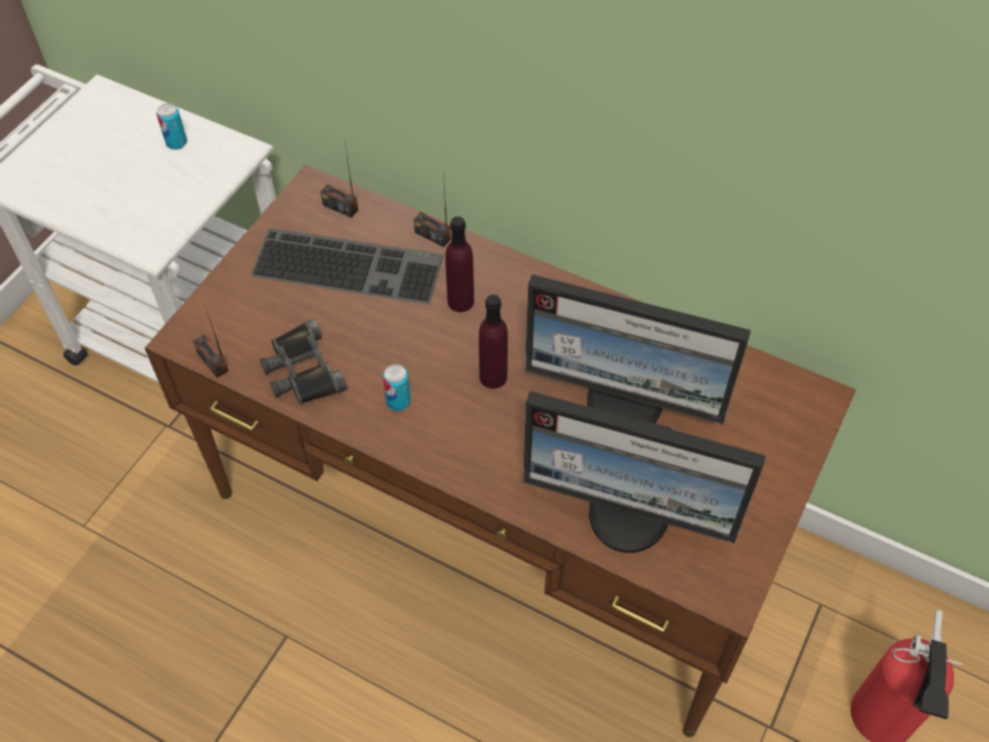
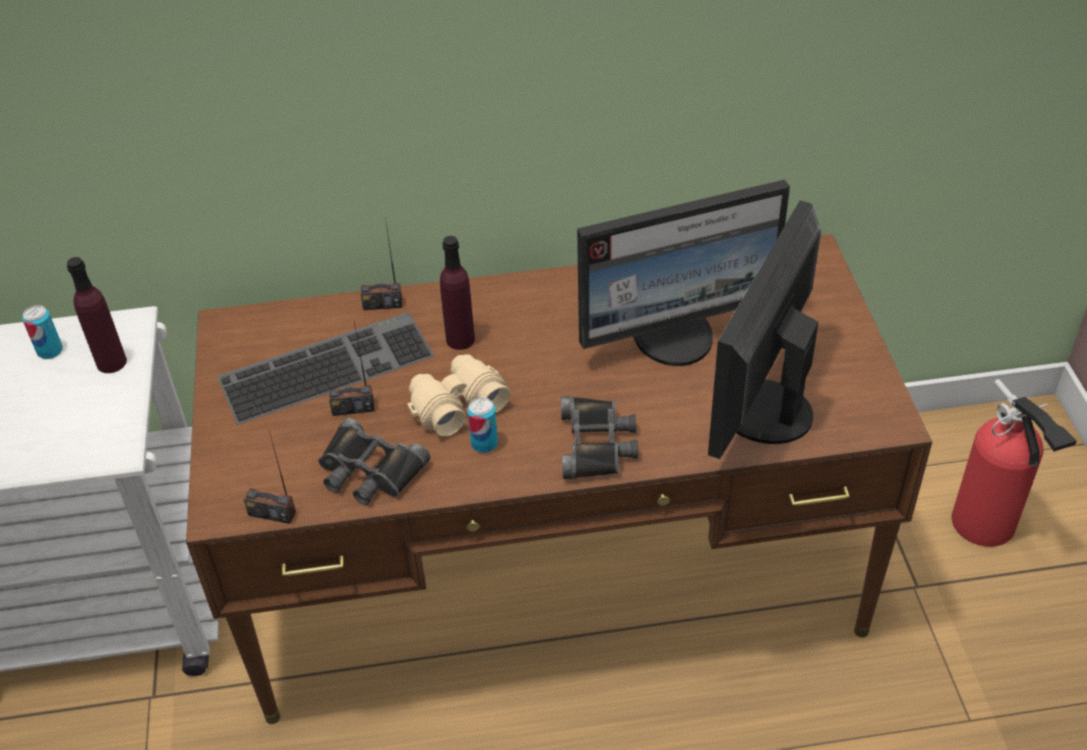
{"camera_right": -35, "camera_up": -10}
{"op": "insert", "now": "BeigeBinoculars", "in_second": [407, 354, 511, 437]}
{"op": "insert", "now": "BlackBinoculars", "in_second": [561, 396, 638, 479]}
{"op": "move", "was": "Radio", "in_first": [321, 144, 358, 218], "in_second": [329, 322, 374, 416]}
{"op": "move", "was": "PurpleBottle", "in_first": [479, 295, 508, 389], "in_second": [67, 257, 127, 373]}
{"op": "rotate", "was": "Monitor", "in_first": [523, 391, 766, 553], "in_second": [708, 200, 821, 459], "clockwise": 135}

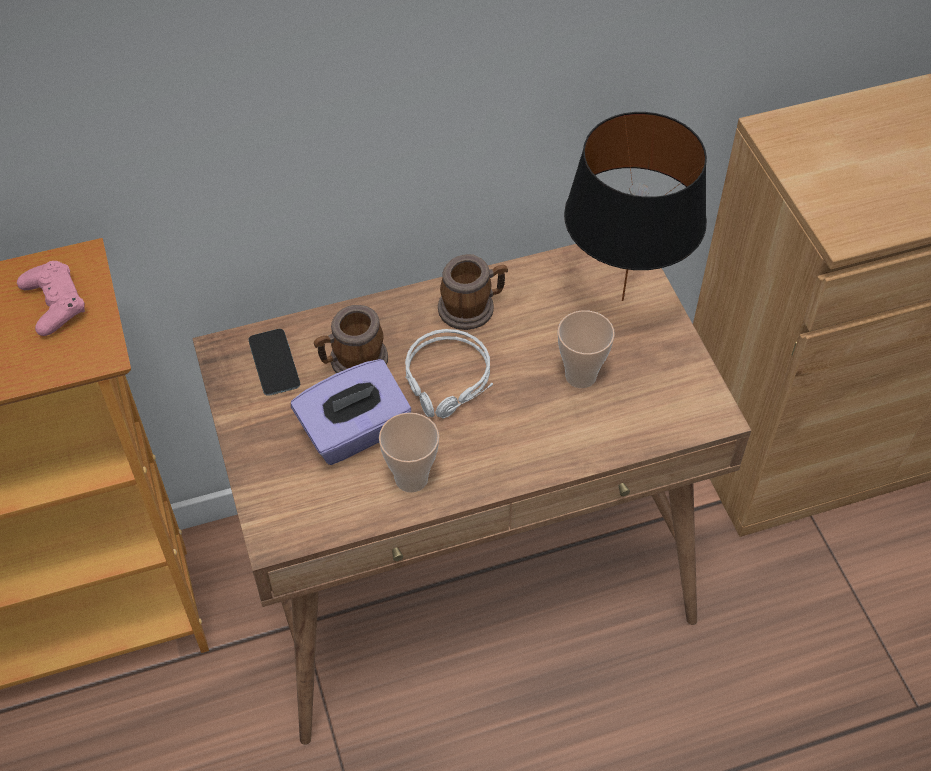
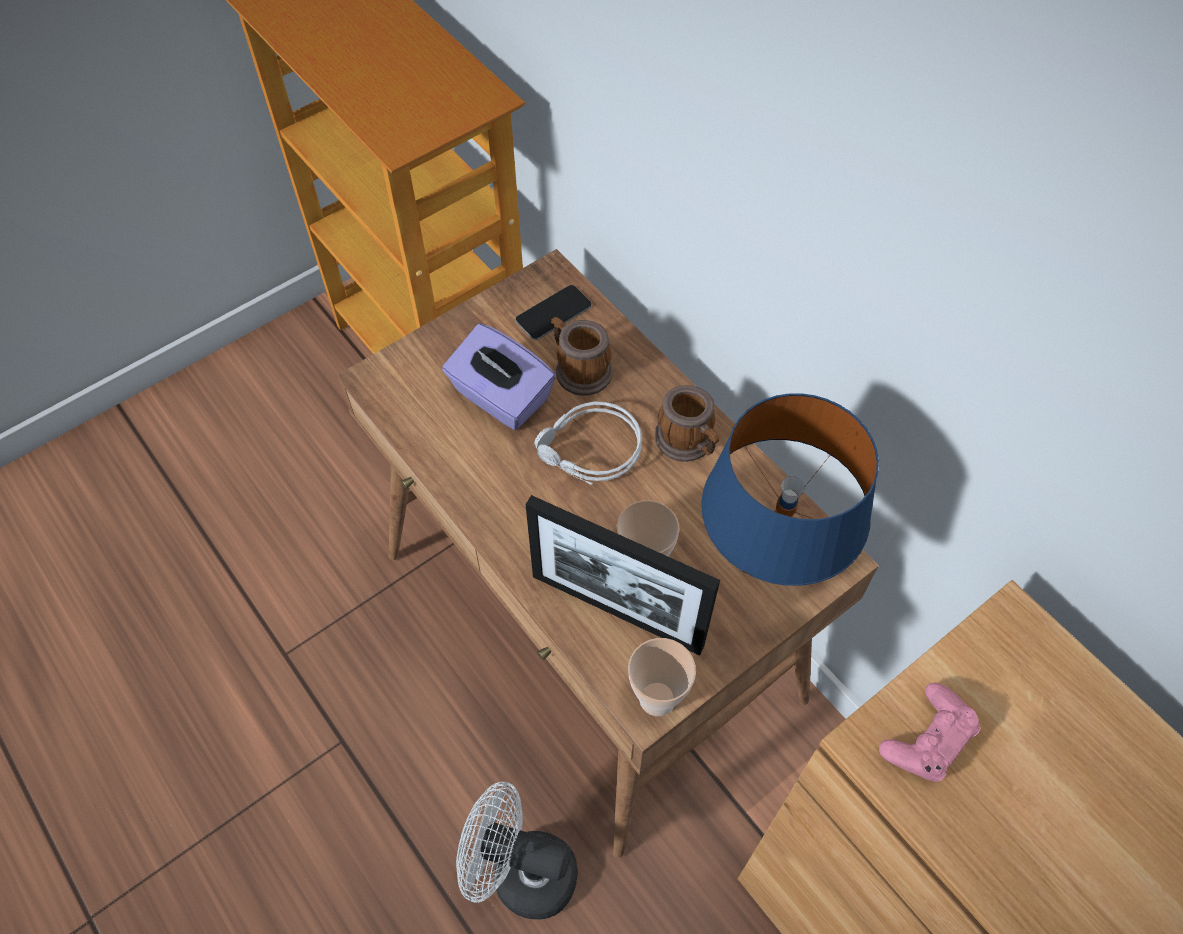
{"camera_right": 70, "camera_up": 5}
{"op": "insert", "now": "WhiteFan", "in_second": [456, 782, 578, 920]}
{"op": "insert", "now": "PictureFrame", "in_second": [526, 495, 720, 656]}
{"op": "move", "was": "PinkGameController", "in_first": [17, 261, 85, 336], "in_second": [879, 683, 980, 782]}
{"op": "move", "was": "Cup", "in_first": [379, 413, 439, 493], "in_second": [628, 638, 696, 716]}
{"op": "recolor", "was": "BlackTableLamp", "now": "BlueTableLamp", "in_first": [564, 112, 707, 301], "in_second": [701, 393, 879, 586]}

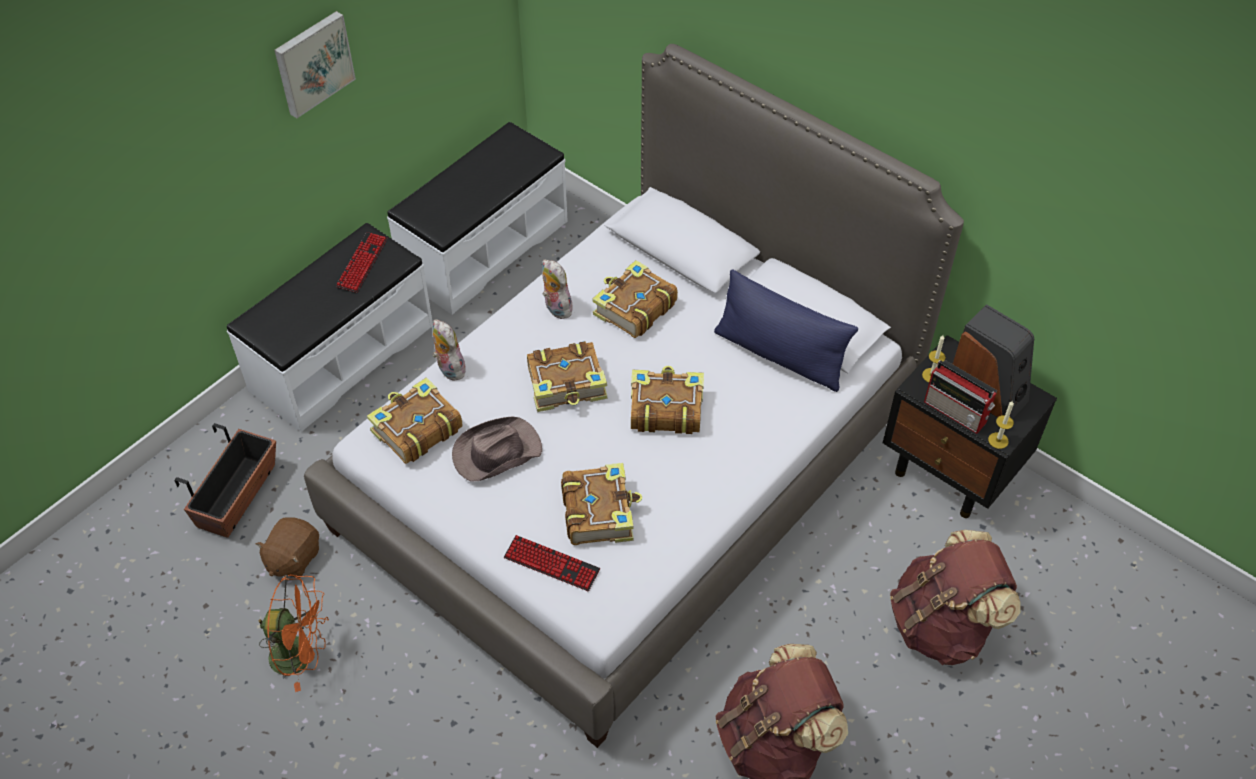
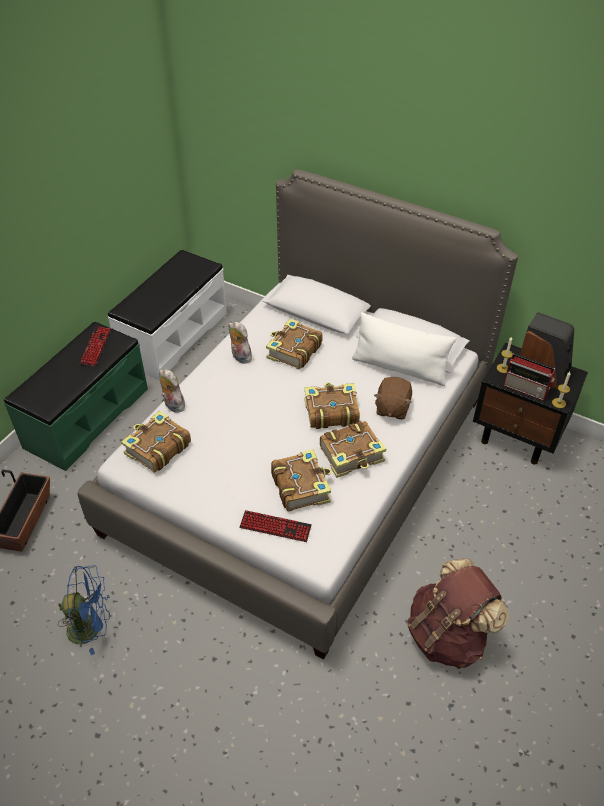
{"camera_right": -10, "camera_up": -5}
{"op": "delete", "was": "Picture", "in_first": [274, 11, 356, 118]}
{"op": "delete", "was": "BrownHat", "in_first": [452, 416, 542, 482]}
{"op": "delete", "was": "BrownBackpack", "in_first": [890, 530, 1021, 665]}
{"op": "move", "was": "BrownPlushToy", "in_first": [256, 517, 319, 578], "in_second": [374, 377, 412, 420]}
{"op": "move", "was": "Book", "in_first": [527, 341, 607, 412], "in_second": [320, 421, 386, 478]}
{"op": "recolor", "was": "WhiteBench", "now": "GreenBench", "in_first": [227, 223, 433, 432], "in_second": [4, 322, 148, 471]}
{"op": "recolor", "was": "OrangeFan", "now": "BlueFan", "in_first": [259, 574, 329, 692], "in_second": [58, 565, 110, 655]}
{"op": "recolor", "was": "BluePillow", "now": "WhitePillow", "in_first": [714, 270, 858, 392], "in_second": [352, 312, 456, 386]}

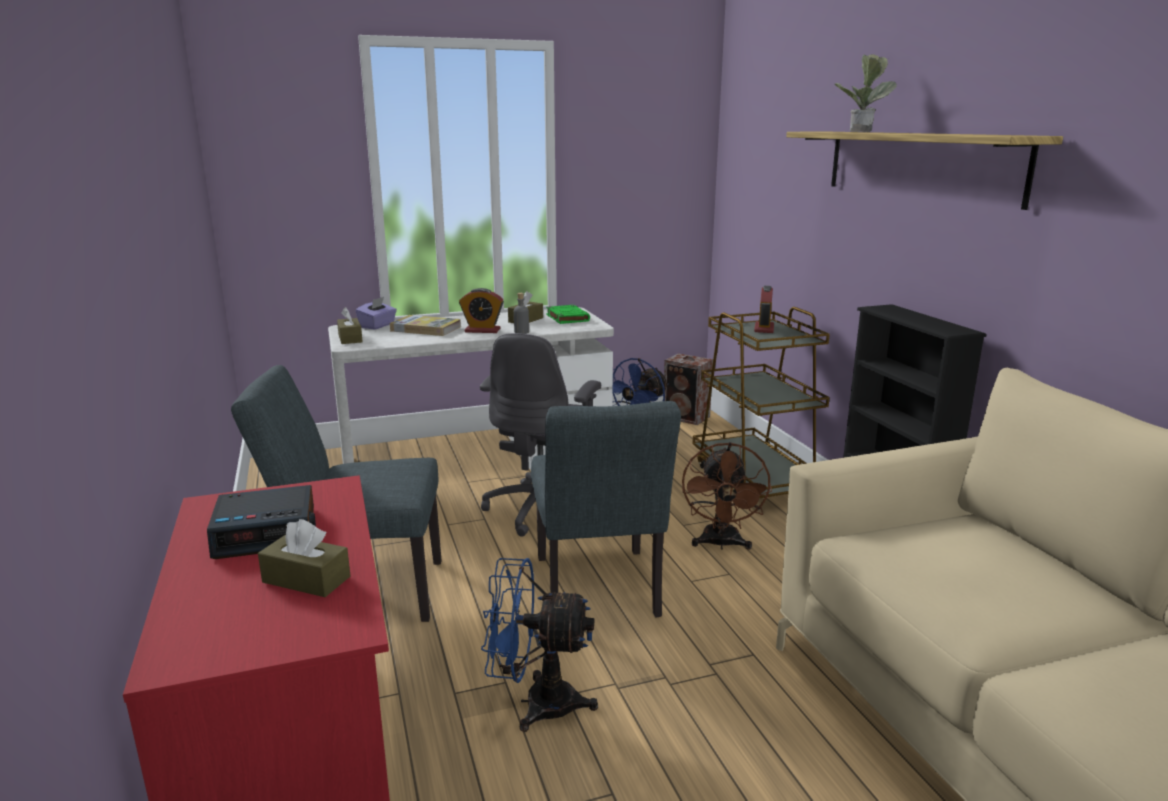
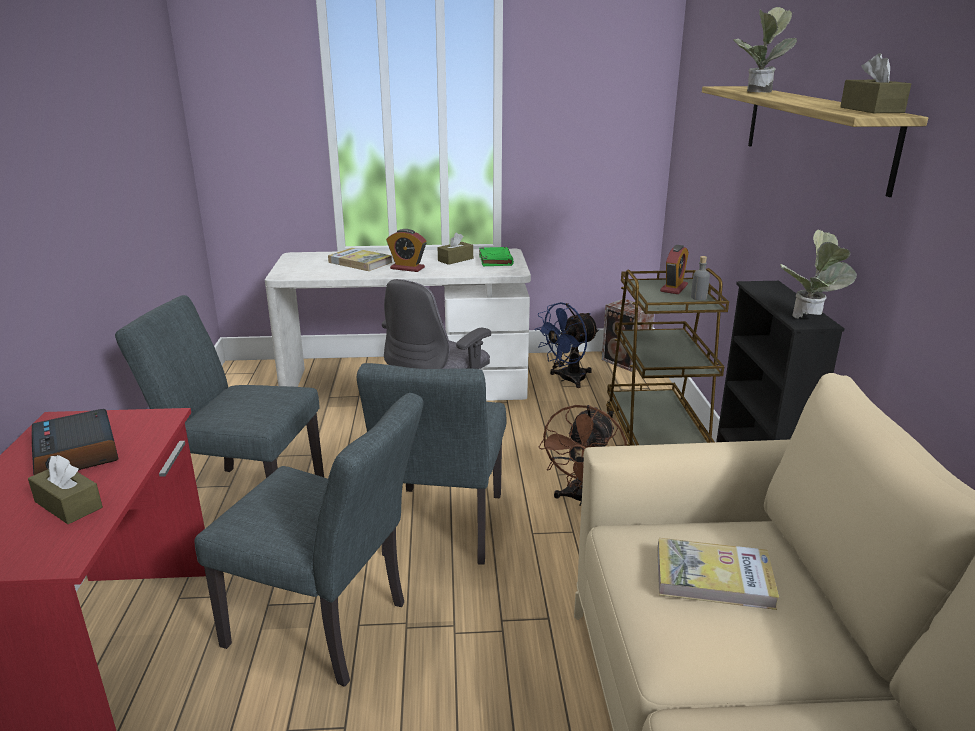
{"camera_right": 15, "camera_up": 5}
{"op": "delete", "was": "PurpleTissueBox", "in_first": [356, 297, 397, 330]}
{"op": "insert", "now": "Book", "in_second": [657, 538, 779, 610]}
{"op": "insert", "now": "PottedPlant", "in_second": [780, 230, 857, 319]}
{"op": "move", "was": "BrownTissueBox", "in_first": [337, 307, 363, 344], "in_second": [840, 53, 911, 113]}
{"op": "move", "was": "GreyBottle", "in_first": [514, 293, 529, 334], "in_second": [691, 256, 710, 300]}
{"op": "replace", "was": "BlueFan", "now": "GreyChair", "in_first": [481, 558, 598, 732], "in_second": [194, 393, 424, 687]}
{"op": "rotate", "was": "AlarmClock", "in_first": [207, 485, 316, 559], "in_second": [32, 409, 119, 476], "clockwise": 60}

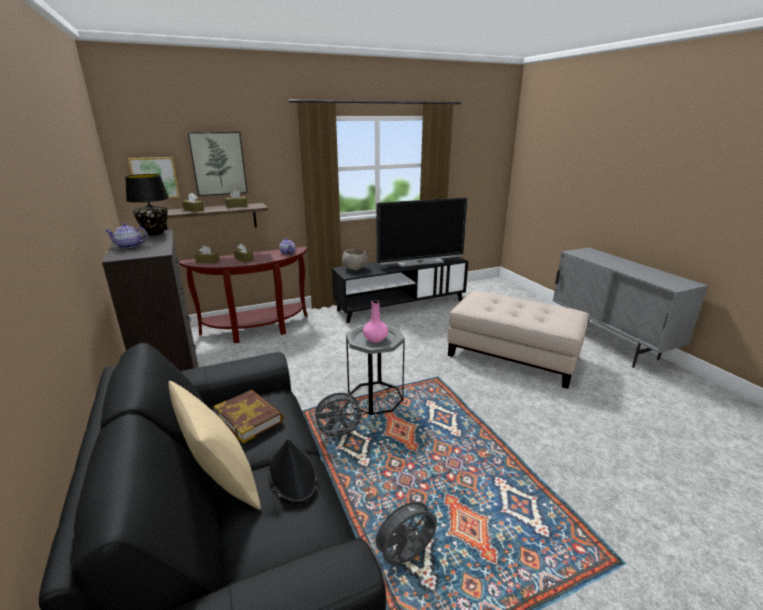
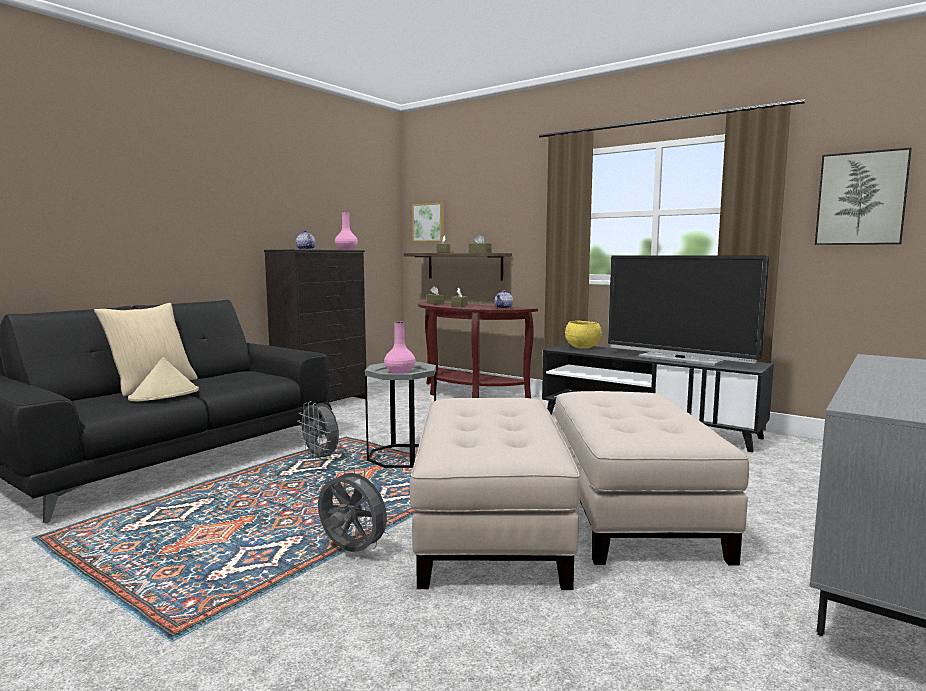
{"camera_right": 60, "camera_up": -15}
{"op": "delete", "was": "Book", "in_first": [214, 390, 284, 444]}
{"op": "insert", "now": "BeigeOttoman", "in_second": [410, 398, 580, 590]}
{"op": "move", "was": "Picture", "in_first": [188, 132, 248, 196], "in_second": [815, 147, 912, 245]}
{"op": "move", "was": "GreyFan", "in_first": [371, 496, 437, 565], "in_second": [318, 467, 393, 552]}
{"op": "replace", "was": "BlackTableLamp", "now": "PinkVase", "in_first": [125, 174, 169, 235], "in_second": [335, 212, 358, 250]}
{"op": "recolor", "was": "BlackHat", "now": "BeigeHat", "in_first": [268, 439, 318, 504], "in_second": [128, 357, 199, 401]}
{"op": "recolor", "was": "GreyBowl", "now": "YellowBowl", "in_first": [342, 249, 367, 270], "in_second": [565, 321, 602, 349]}

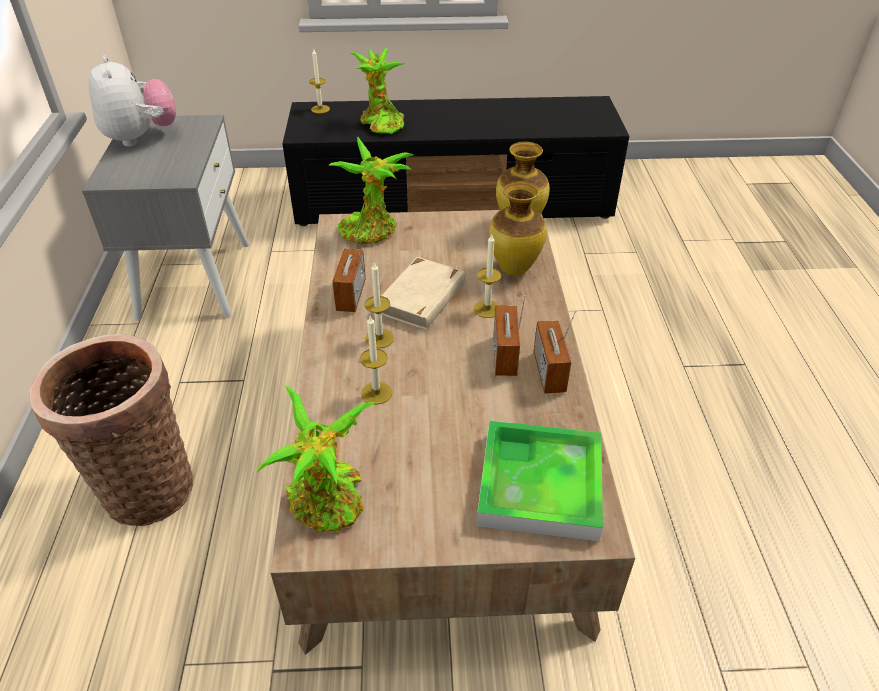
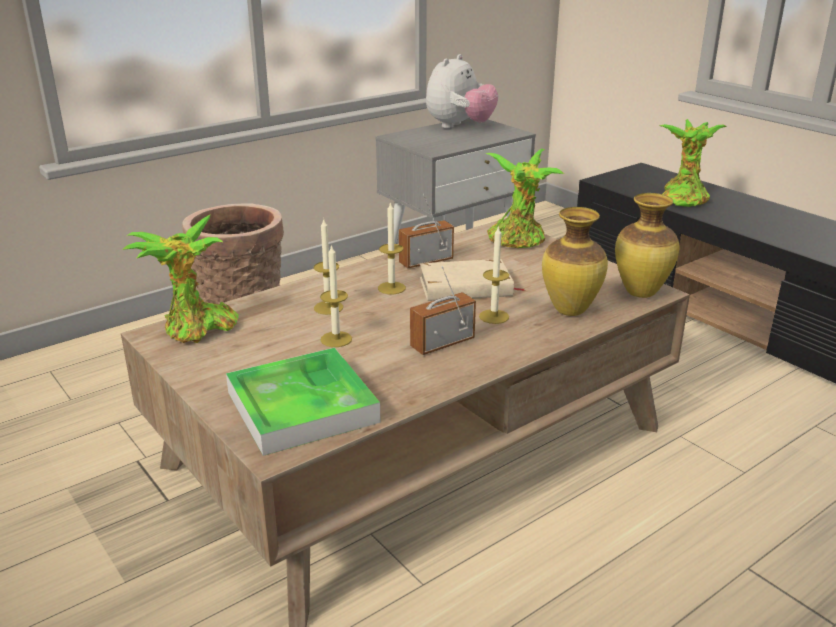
{"camera_right": 55, "camera_up": -15}
{"op": "delete", "was": "Radio", "in_first": [534, 310, 576, 393]}
{"op": "move", "was": "Candle", "in_first": [309, 48, 330, 114], "in_second": [320, 244, 352, 347]}

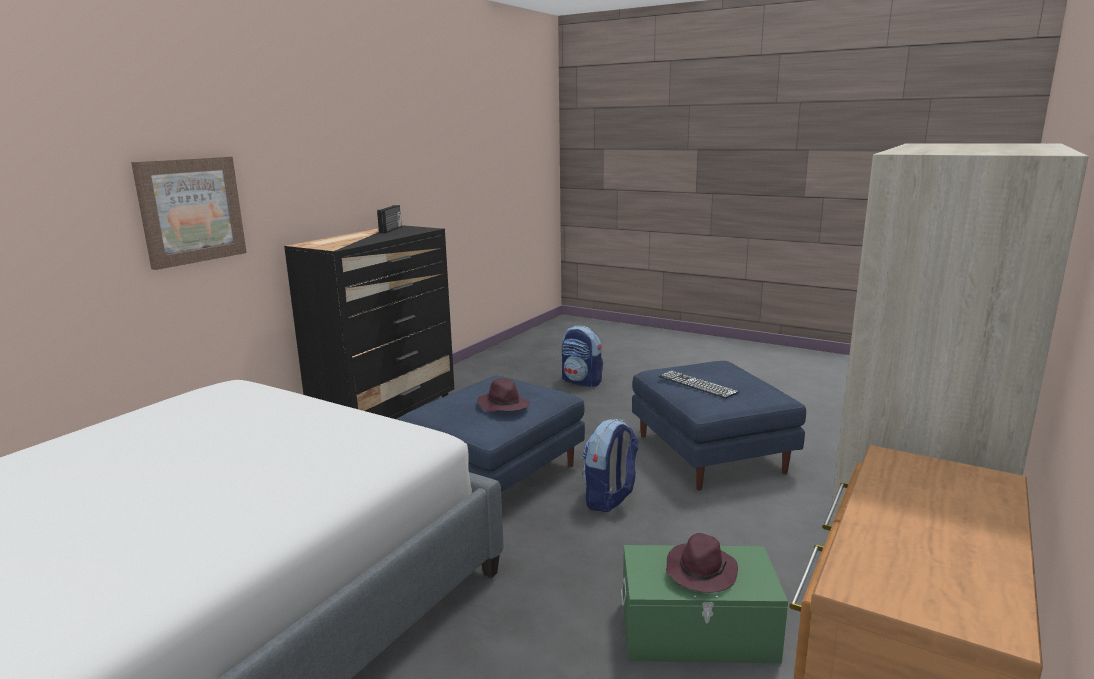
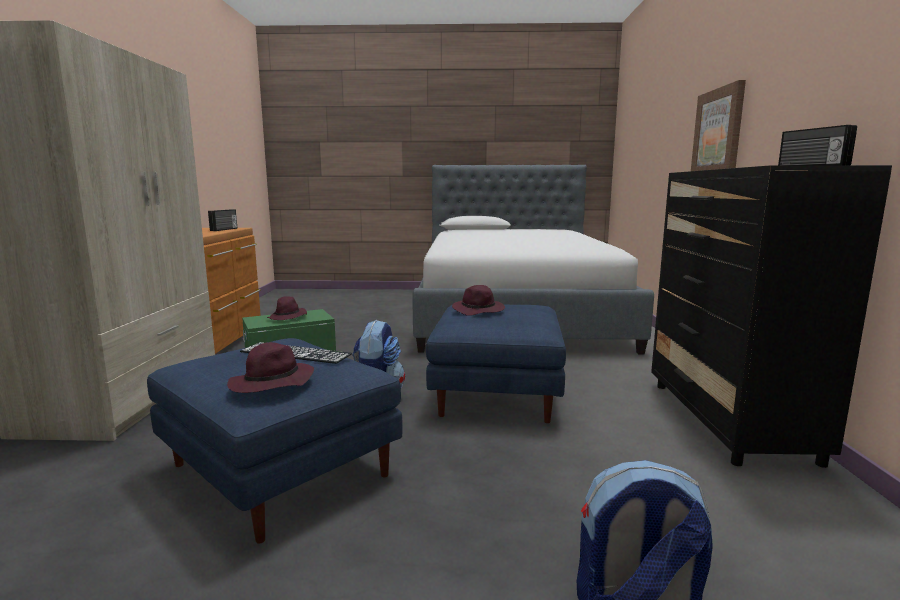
{"camera_right": 150, "camera_up": -5}
{"op": "insert", "now": "Radio", "in_second": [208, 209, 237, 231]}
{"op": "insert", "now": "PurpleHat", "in_second": [227, 342, 314, 393]}

